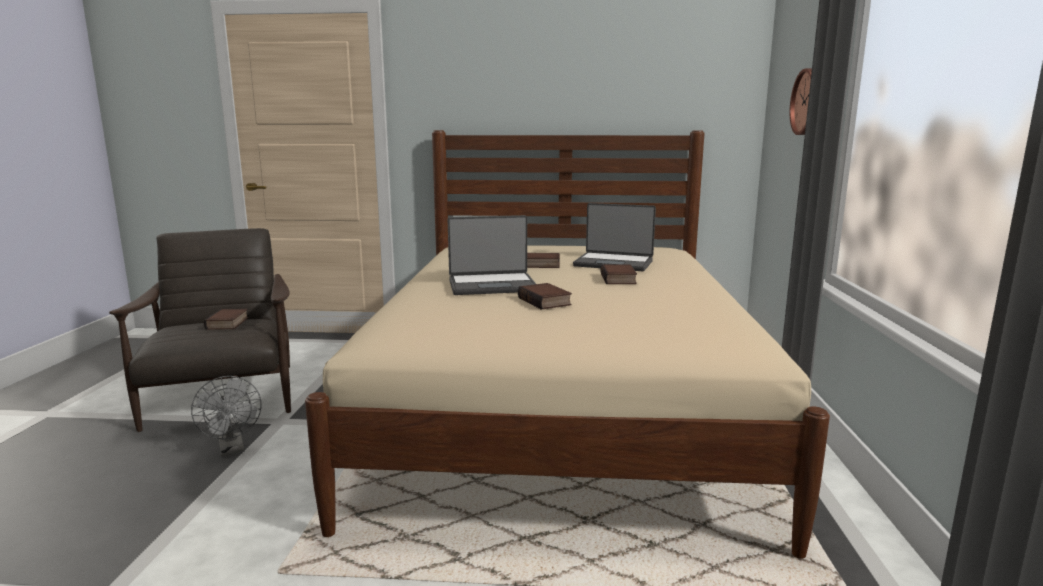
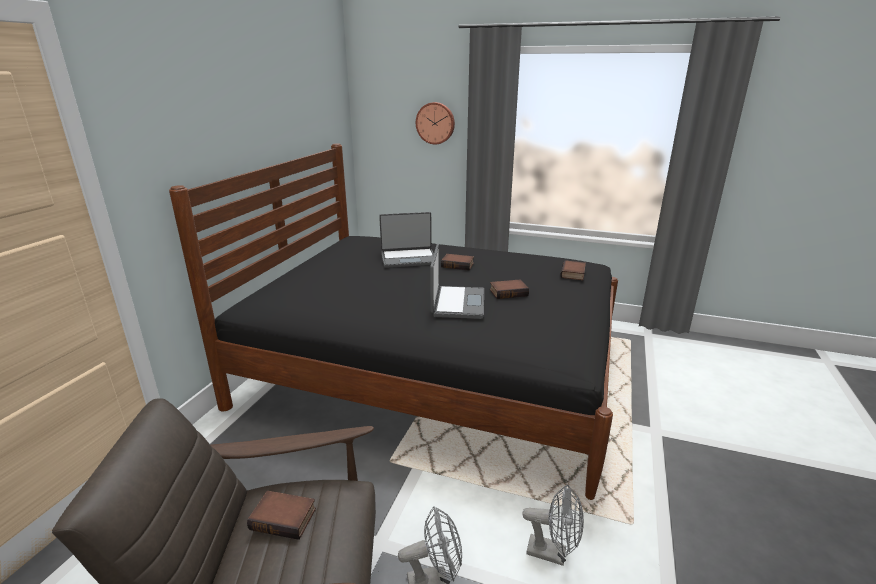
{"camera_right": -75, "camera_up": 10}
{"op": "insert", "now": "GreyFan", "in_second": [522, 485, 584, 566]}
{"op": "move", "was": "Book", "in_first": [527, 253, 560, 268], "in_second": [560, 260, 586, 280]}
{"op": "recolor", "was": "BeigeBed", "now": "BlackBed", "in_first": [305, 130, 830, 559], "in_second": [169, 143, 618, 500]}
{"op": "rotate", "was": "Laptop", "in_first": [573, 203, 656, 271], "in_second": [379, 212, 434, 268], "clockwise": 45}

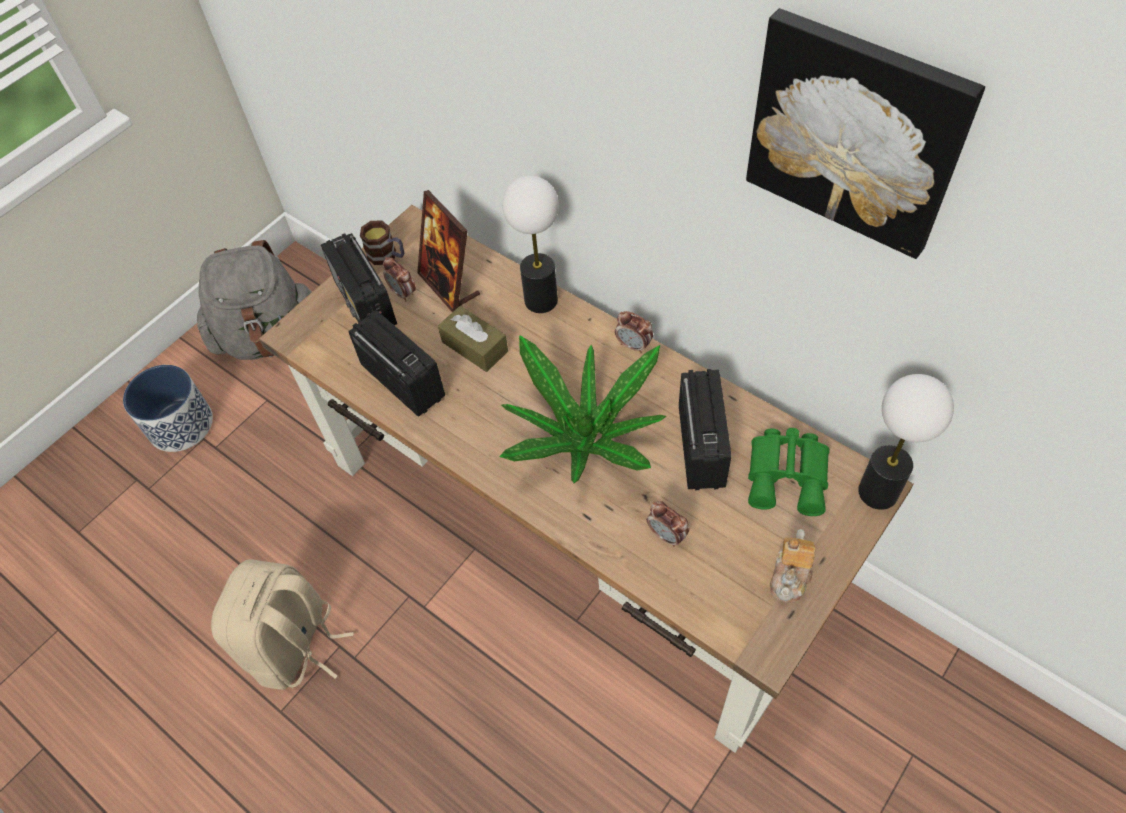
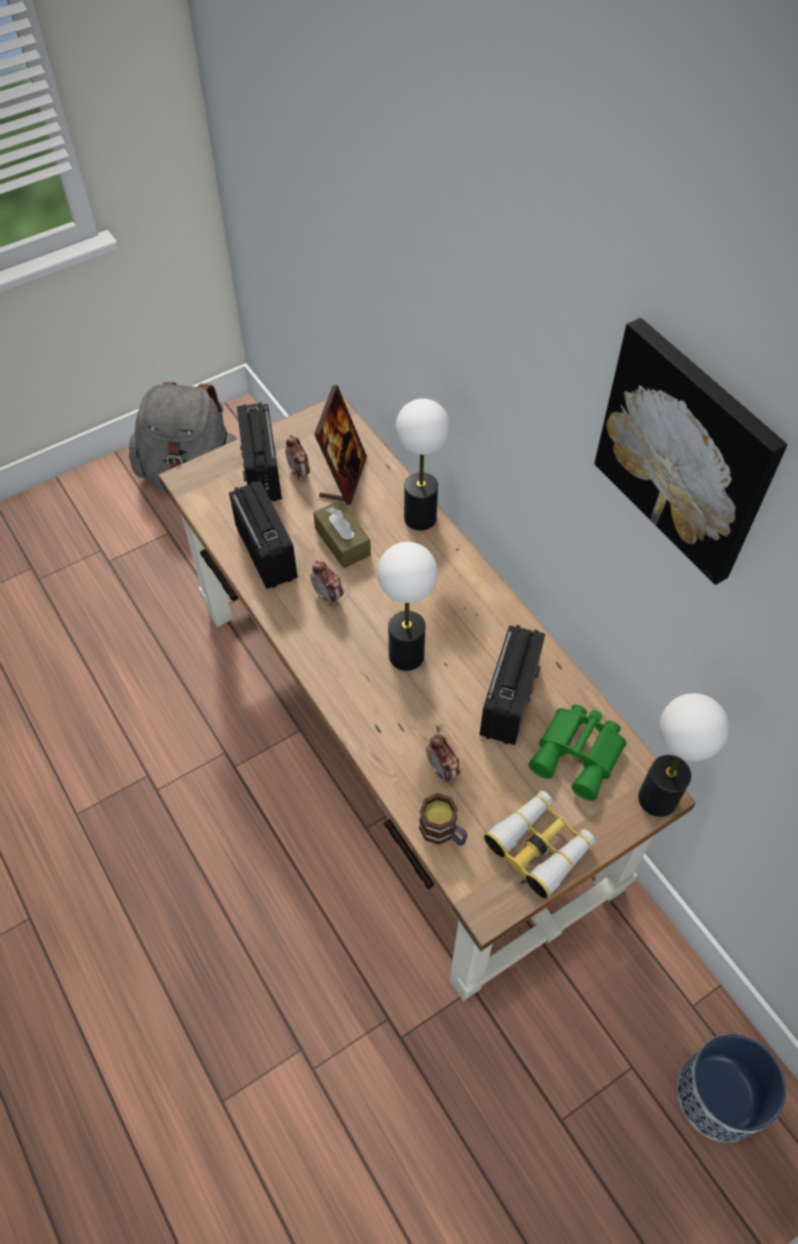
{"camera_right": 15, "camera_up": 0}
{"op": "delete", "was": "BeigeBackpack", "in_first": [211, 559, 354, 690]}
{"op": "move", "was": "Planter", "in_first": [123, 365, 213, 452], "in_second": [677, 1034, 786, 1143]}
{"op": "move", "was": "Mug", "in_first": [360, 220, 404, 265], "in_second": [419, 793, 467, 846]}
{"op": "move", "was": "AlarmClock", "in_first": [615, 311, 653, 353], "in_second": [310, 561, 343, 606]}
{"op": "replace", "was": "PottedPlant", "now": "TableLamp", "in_first": [500, 335, 666, 483], "in_second": [377, 542, 438, 671]}
{"op": "replace", "was": "Teapot", "now": "Binoculars", "in_first": [770, 529, 816, 603], "in_second": [484, 791, 596, 899]}
{"op": "rotate", "was": "PictureFrame", "in_first": [417, 190, 480, 312], "in_second": [314, 385, 367, 505], "clockwise": -150}

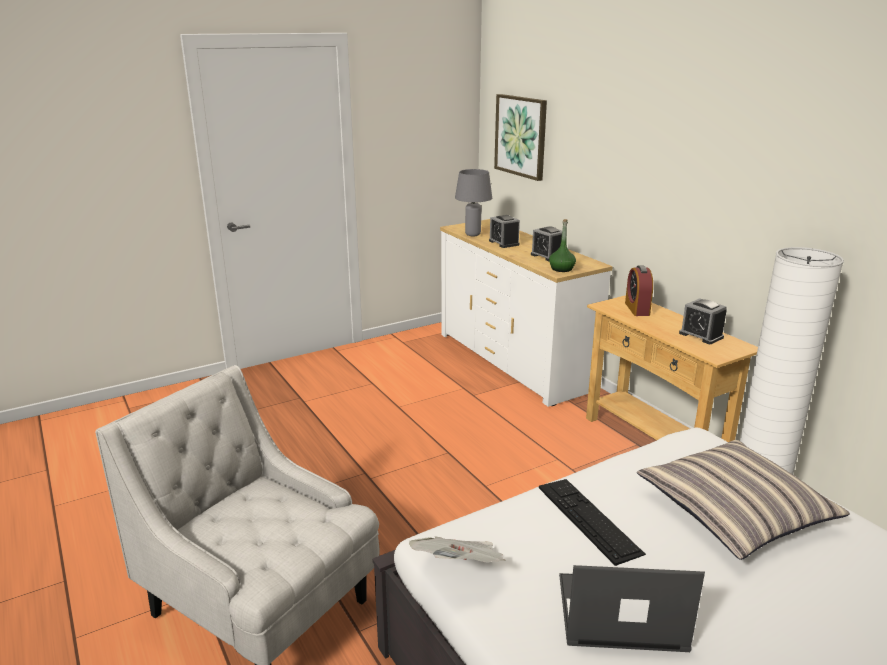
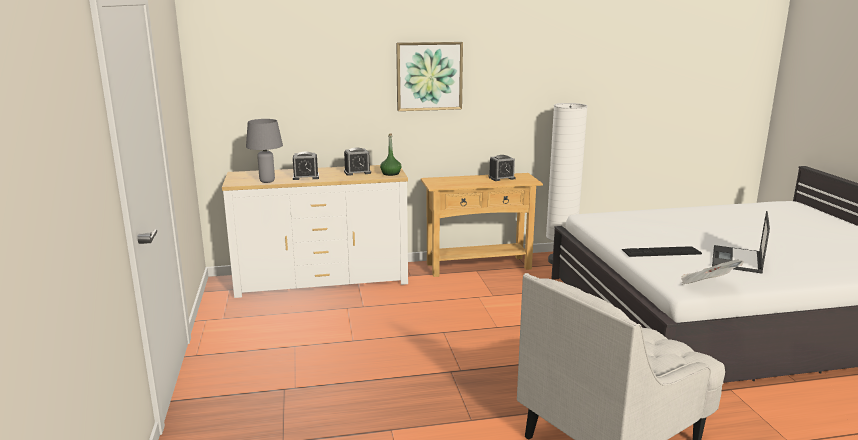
{"camera_right": -70, "camera_up": -5}
{"op": "delete", "was": "AlarmClock", "in_first": [625, 266, 653, 316]}
{"op": "delete", "was": "Pillow", "in_first": [637, 440, 850, 560]}
{"op": "move", "was": "Picture", "in_first": [494, 94, 547, 181], "in_second": [396, 42, 463, 111]}

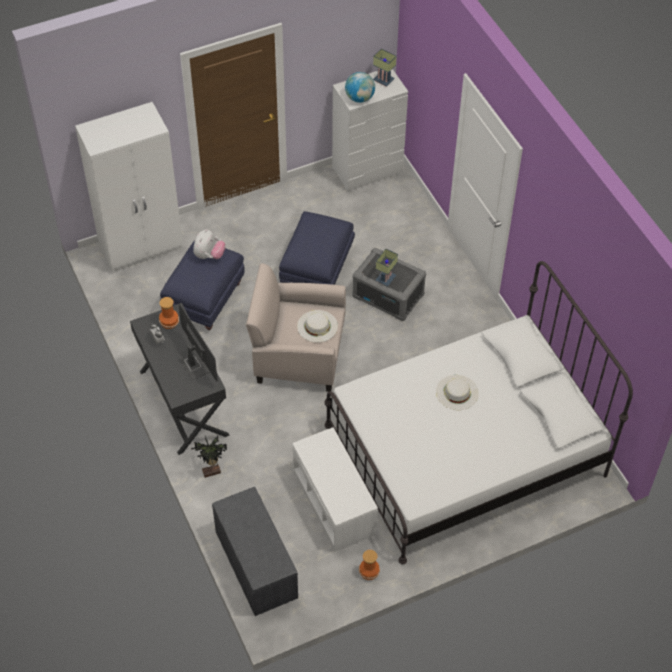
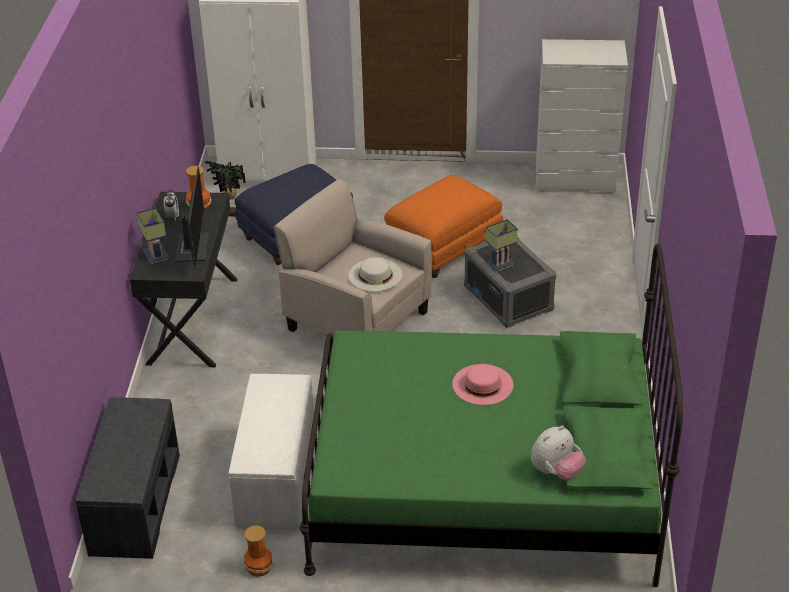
{"camera_right": 30, "camera_up": -15}
{"op": "delete", "was": "Globe", "in_first": [345, 72, 375, 103]}
{"op": "move", "was": "PottedPlant", "in_first": [191, 436, 227, 478], "in_second": [205, 161, 246, 217]}
{"op": "move", "was": "PlushToy", "in_first": [193, 229, 226, 259], "in_second": [531, 425, 586, 481]}
{"op": "move", "was": "TableLamp", "in_first": [373, 49, 397, 87], "in_second": [136, 208, 169, 264]}
{"op": "recolor", "was": "BlueOttoman", "now": "OrangeOttoman", "in_first": [279, 211, 355, 285], "in_second": [384, 175, 503, 278]}
{"op": "recolor", "was": "WhiteBed", "now": "GreenBed", "in_first": [324, 261, 633, 564], "in_second": [300, 244, 683, 587]}
{"op": "recolor", "was": "WhiteHat", "now": "PinkHat", "in_first": [436, 375, 479, 410], "in_second": [452, 364, 513, 405]}

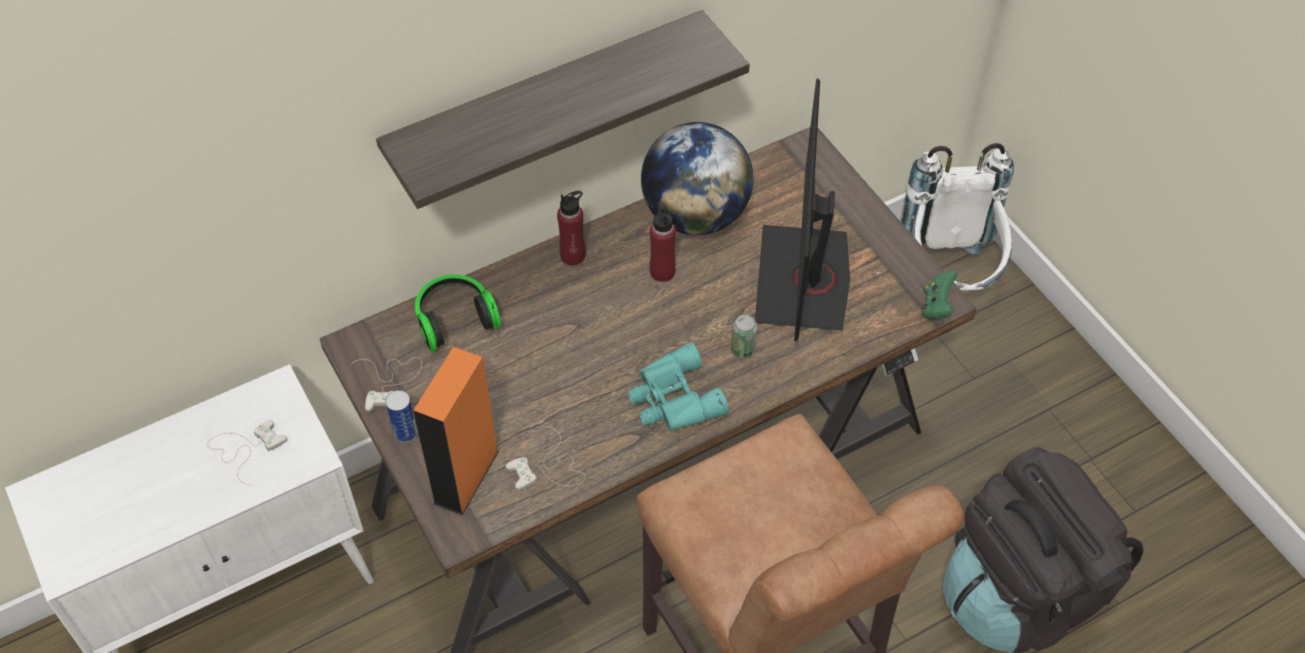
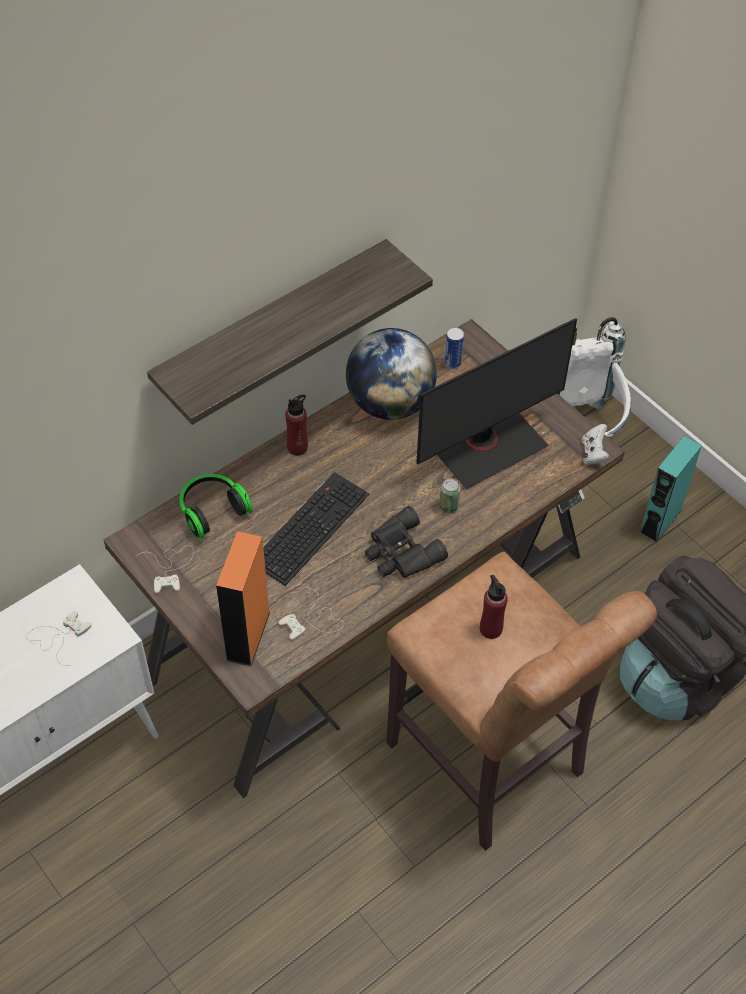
{"camera_right": -10, "camera_up": 0}
{"op": "insert", "now": "Keyboard", "in_second": [263, 472, 369, 586]}
{"op": "insert", "now": "TurquoiseSpeaker", "in_second": [639, 436, 702, 543]}
{"op": "move", "was": "Can", "in_first": [386, 390, 417, 443], "in_second": [445, 328, 464, 369]}
{"op": "move", "was": "RedBottle", "in_first": [650, 202, 676, 282], "in_second": [480, 575, 508, 639]}
{"op": "recolor", "was": "TurquoiseBinoculars", "now": "BlackBinoculars", "in_first": [628, 342, 729, 431], "in_second": [365, 506, 448, 578]}
{"op": "recolor", "was": "GreenGameController", "now": "WhiteGameController", "in_first": [921, 270, 958, 319], "in_second": [582, 424, 610, 465]}
{"op": "rotate", "was": "Monitor", "in_first": [755, 78, 850, 341], "in_second": [416, 318, 577, 489], "clockwise": -120}

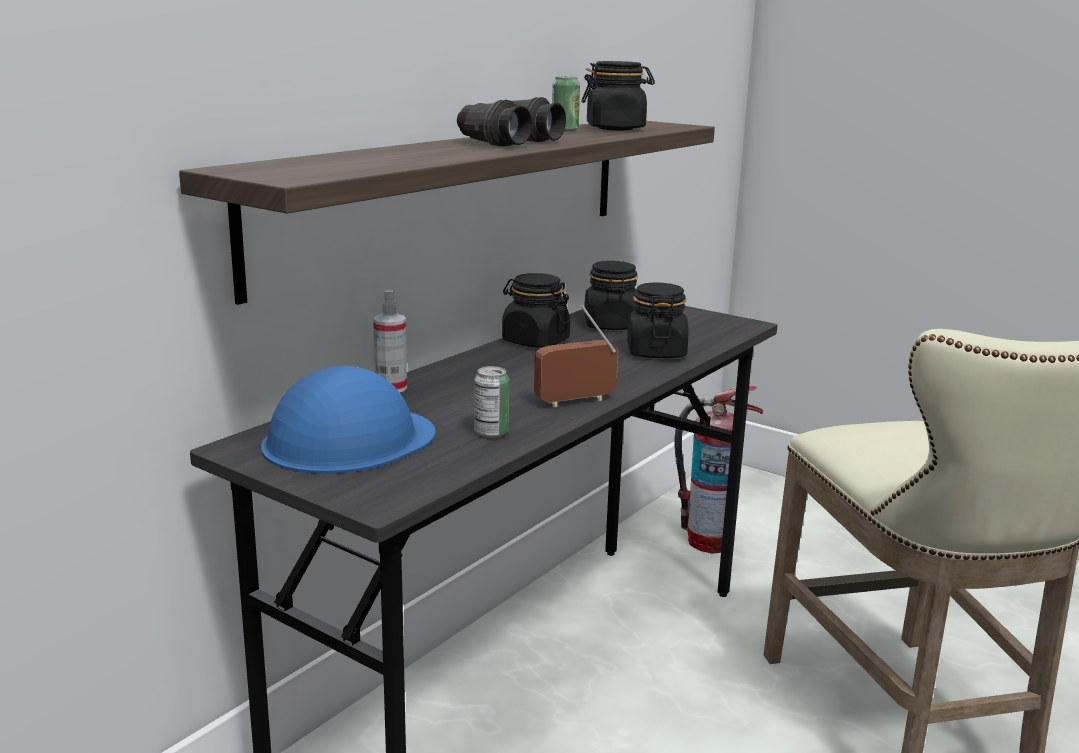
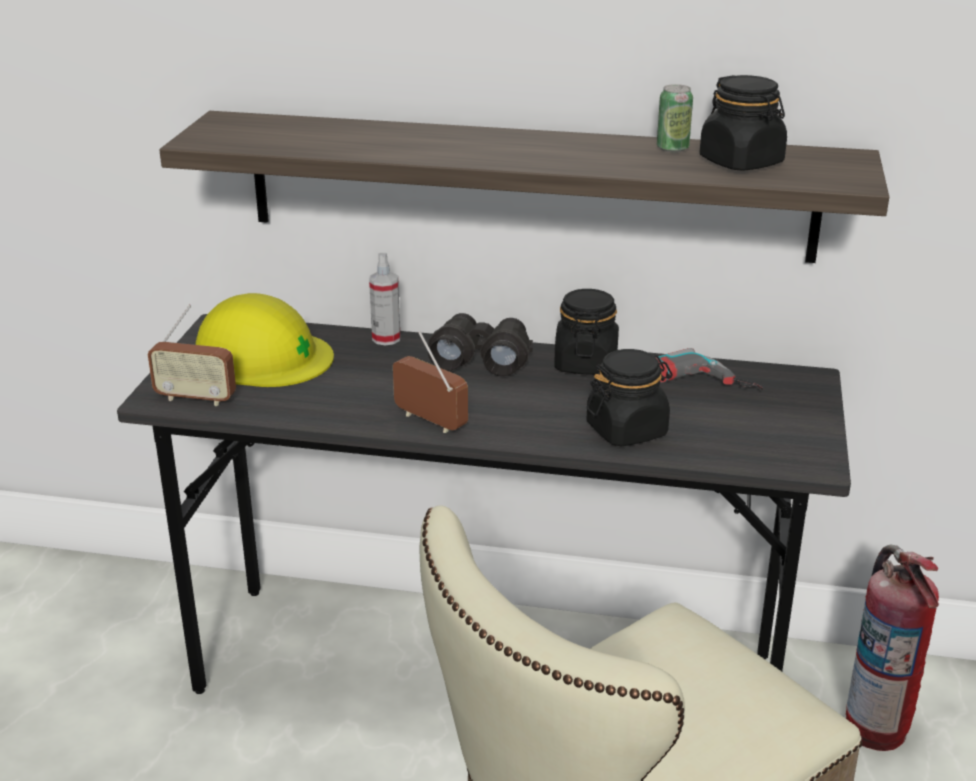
{"camera_right": 65, "camera_up": 10}
{"op": "delete", "was": "Can", "in_first": [474, 366, 510, 438]}
{"op": "insert", "now": "Radio", "in_second": [148, 304, 236, 406]}
{"op": "move", "was": "BlackBinoculars", "in_first": [457, 97, 566, 146], "in_second": [428, 313, 533, 376]}
{"op": "replace", "was": "BlackJar", "now": "PowerDrill", "in_first": [584, 261, 638, 330], "in_second": [657, 348, 763, 390]}
{"op": "recolor", "was": "BlueHardHat", "now": "YellowHardHat", "in_first": [261, 366, 435, 474], "in_second": [195, 293, 334, 387]}

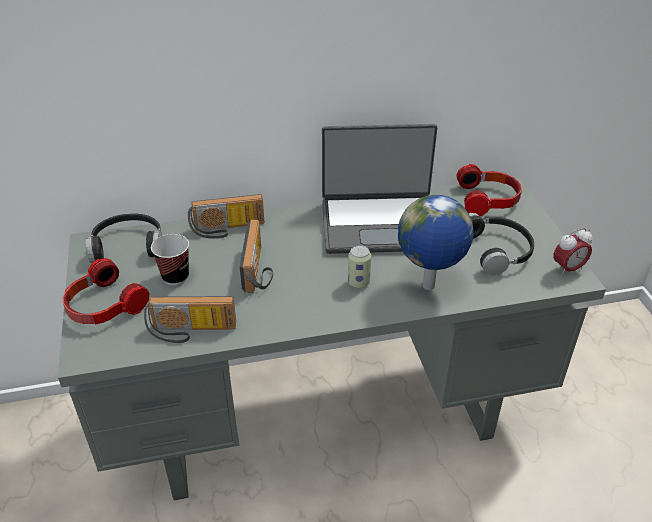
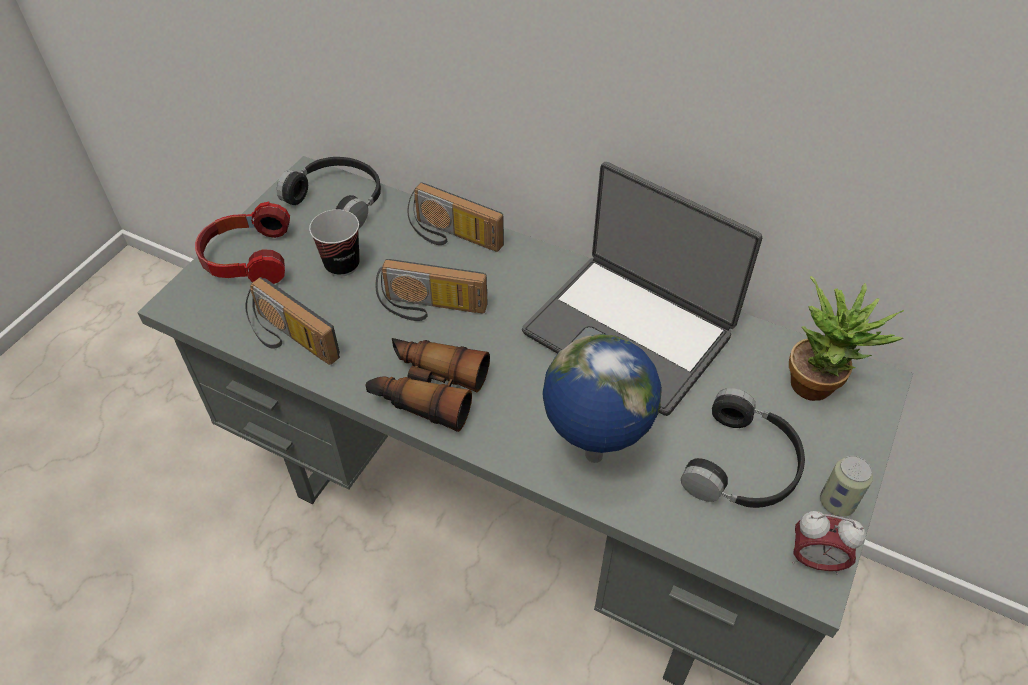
{"camera_right": 40, "camera_up": 10}
{"op": "insert", "now": "Binoculars", "in_second": [366, 338, 490, 432]}
{"op": "move", "was": "Can", "in_first": [348, 245, 371, 288], "in_second": [820, 456, 873, 516]}
{"op": "replace", "was": "Headphones", "now": "PottedPlant", "in_first": [457, 164, 522, 216], "in_second": [789, 276, 904, 401]}
{"op": "rotate", "was": "Radio", "in_first": [240, 220, 273, 292], "in_second": [375, 259, 488, 321], "clockwise": 60}

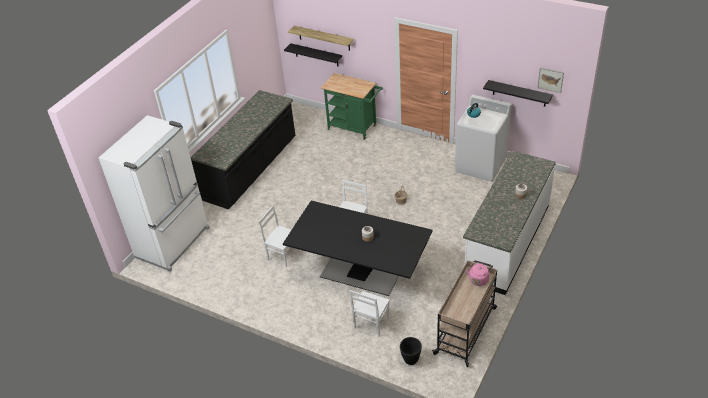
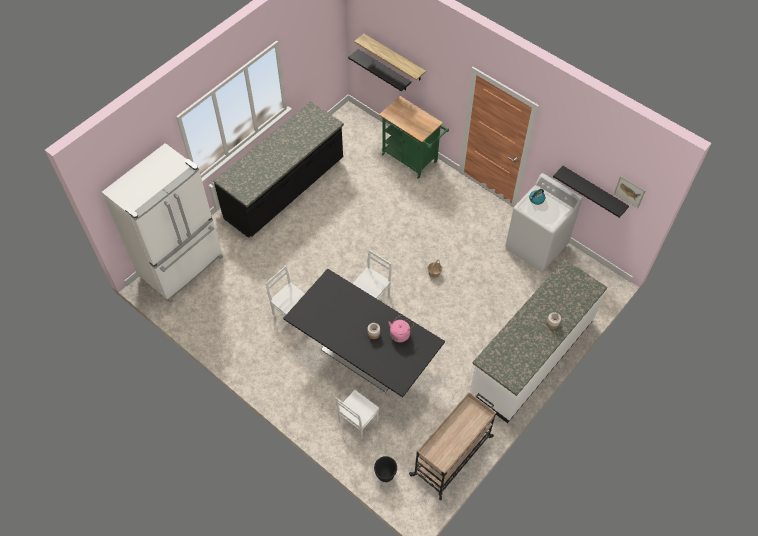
{"camera_right": 10, "camera_up": 15}
{"op": "move", "was": "PinkKettle", "in_first": [466, 260, 492, 286], "in_second": [388, 315, 414, 342]}

